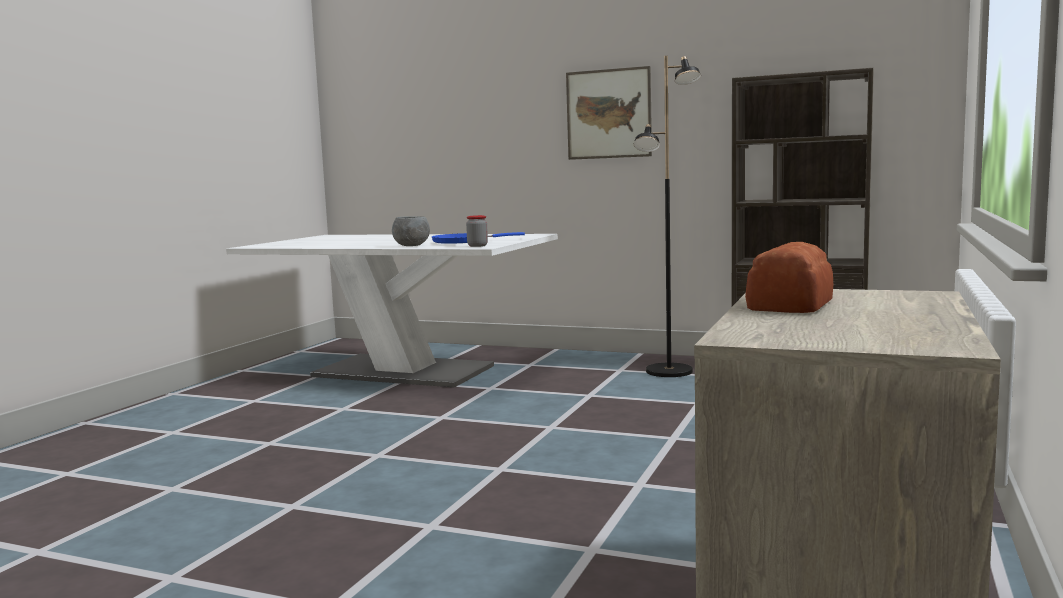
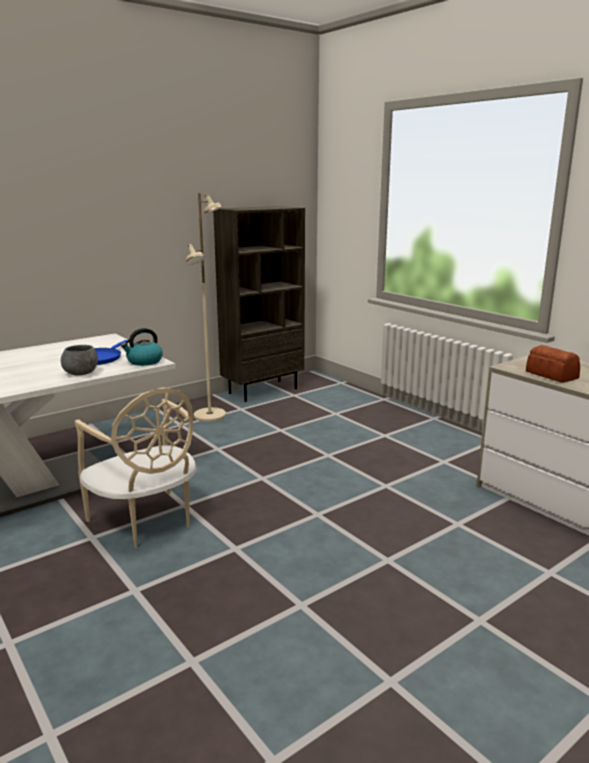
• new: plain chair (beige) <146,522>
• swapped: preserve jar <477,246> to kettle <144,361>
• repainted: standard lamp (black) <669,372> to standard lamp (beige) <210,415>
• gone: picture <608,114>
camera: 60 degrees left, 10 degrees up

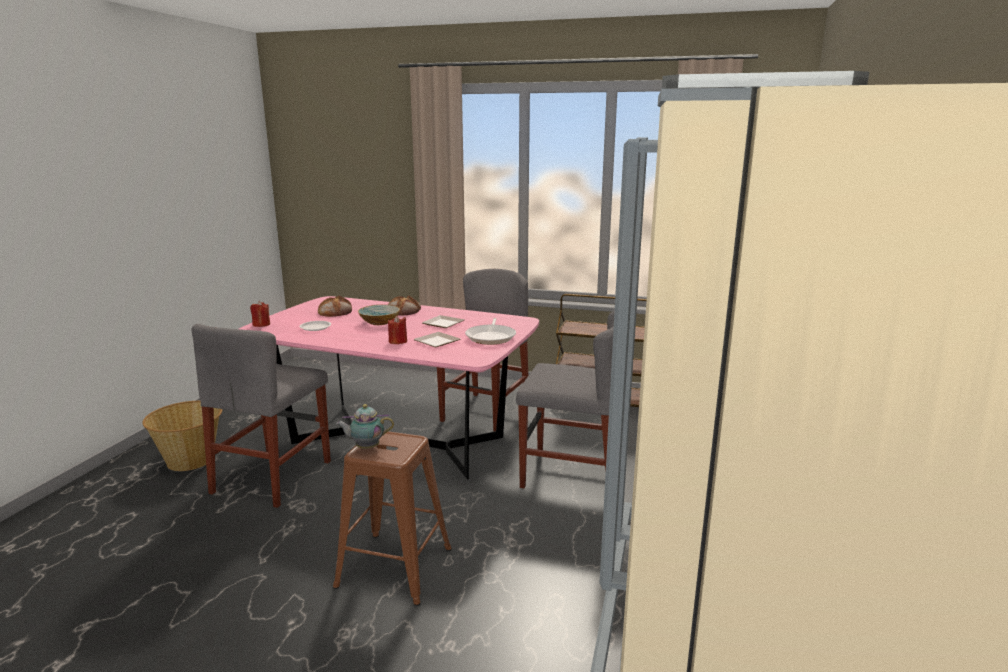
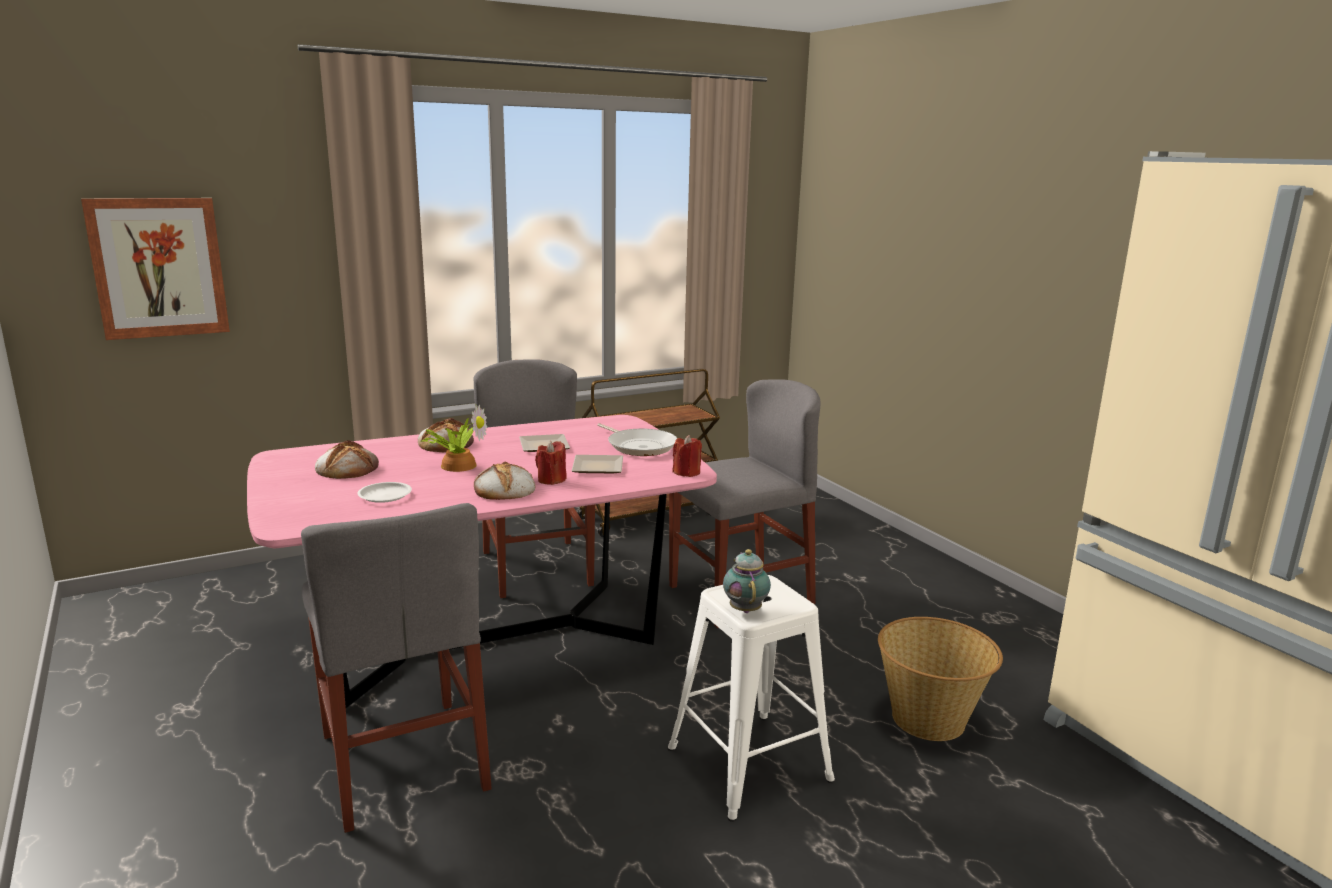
• new: picture <159,267>
• swapped: deep dish <380,322> to houseplant <457,465>
• new: baked bread <503,490>
• repainted: sitting stool (brownish) <393,567> to sitting stool (white) <748,765>
• shifted: wax light (reddish) <261,324> to <687,472>
• rotated: pot for tea <366,447> = <745,609> 135 degrees clockwise
• shifted: household basket <190,460> to <929,719>
camera: 45 degrees left, 0 degrees up

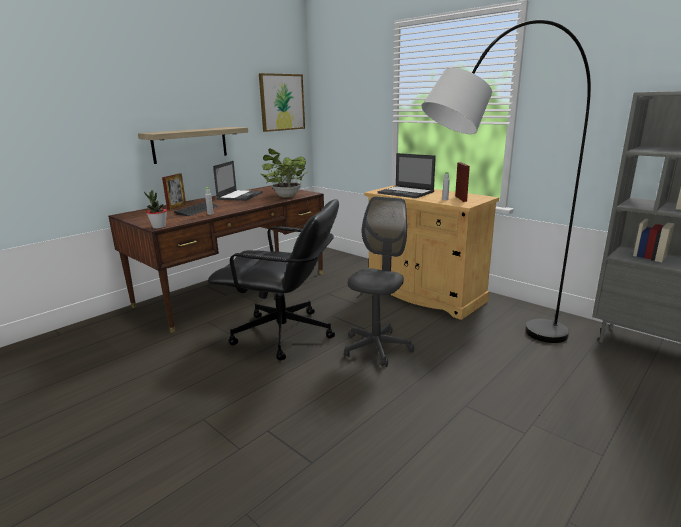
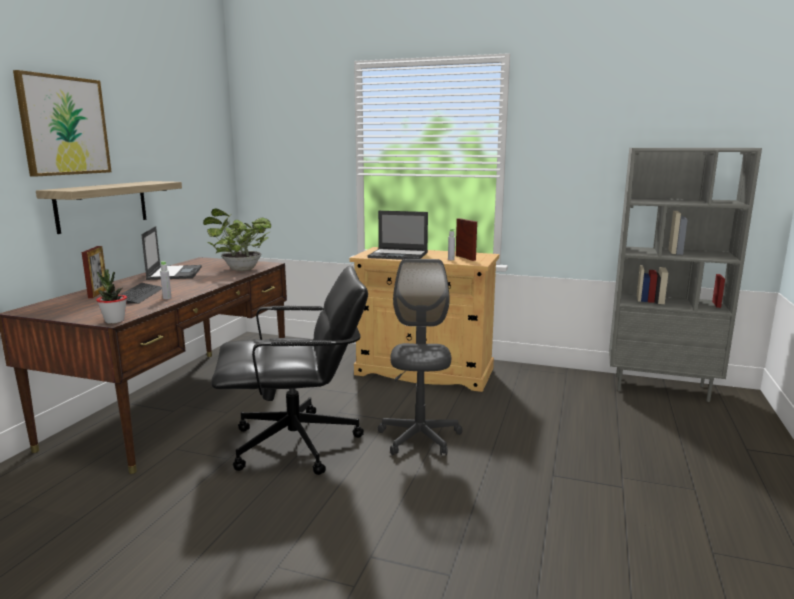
• shifted: picture <282,102> to <64,126>
• gone: standard lamp (greyish) <491,352>
camera: 25 degrees left, 5 degrees down

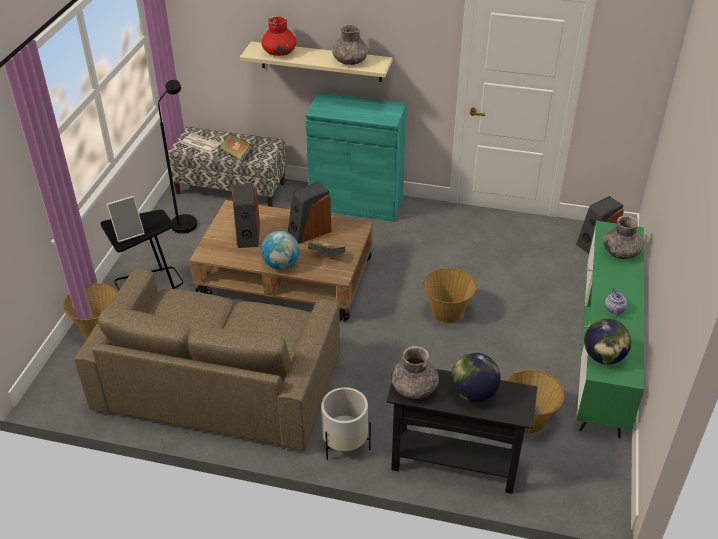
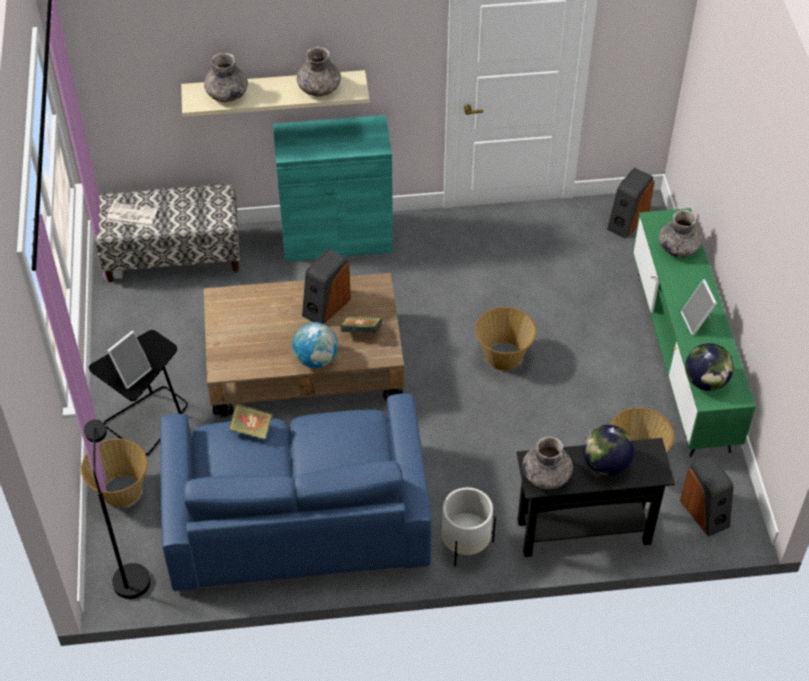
• shifted: standard lamp (black) <186,220> to <130,573>
• repainted: settee (brownish) <219,381> to settee (bluish) <297,514>
• repainted: decorative vase (reddish) <279,52> to decorative vase (greyish) <226,94>
• shifted: volume <236,155> to <251,429>
• shifted: audio speaker <247,235> to <705,512>
• swapped: pot for tea <614,310> to picture frame <697,322>
camera: 20 degrees left, 10 degrees up

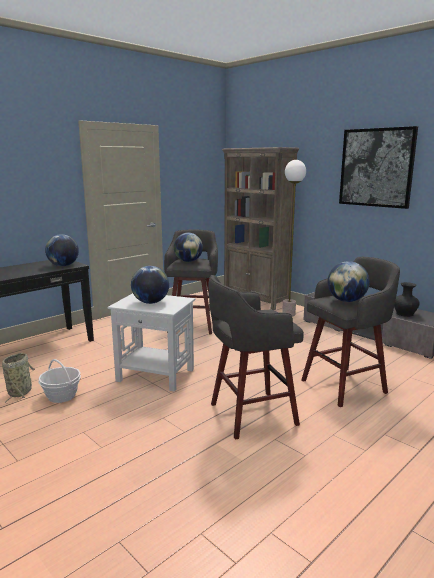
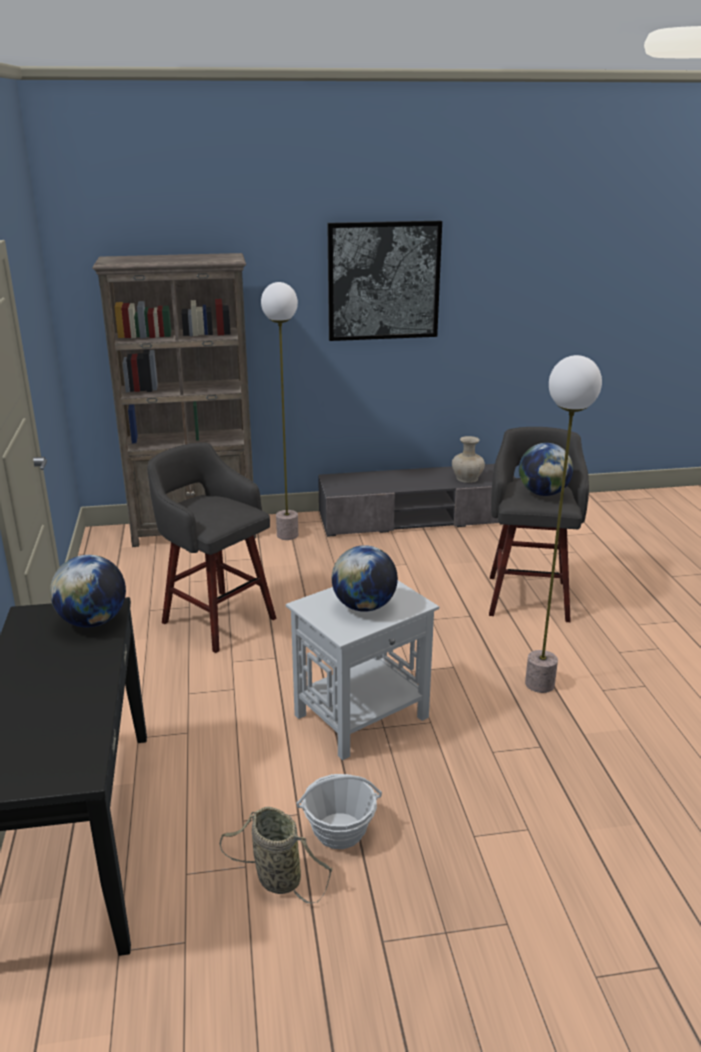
• repainted: decorative vase (black) <404,314> to decorative vase (beige) <467,478>
• swapped: sitting stool (greyish) <250,414> to standard lamp <539,684>
• gone: desk globe <188,261>
camera: 55 degrees left, 10 degrees up

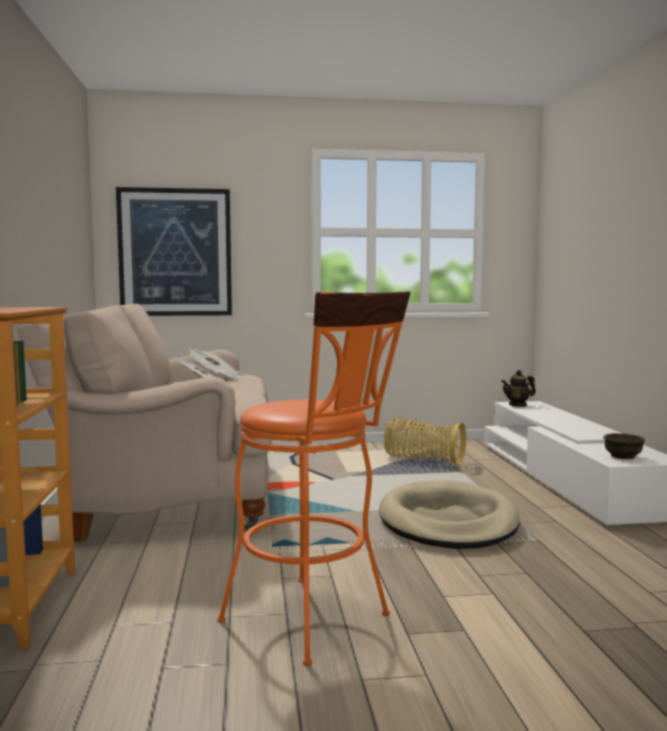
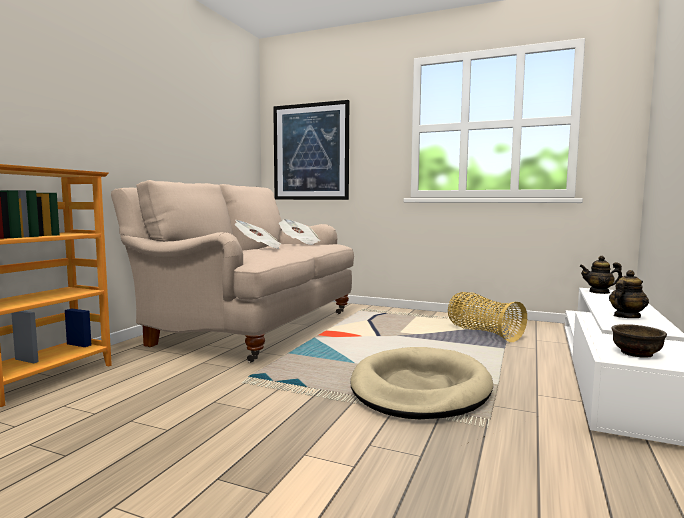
• new: pot for tea <626,316>
• gone: sitting stool (orange) <315,622>
camera: 30 degrees right, 0 degrees up

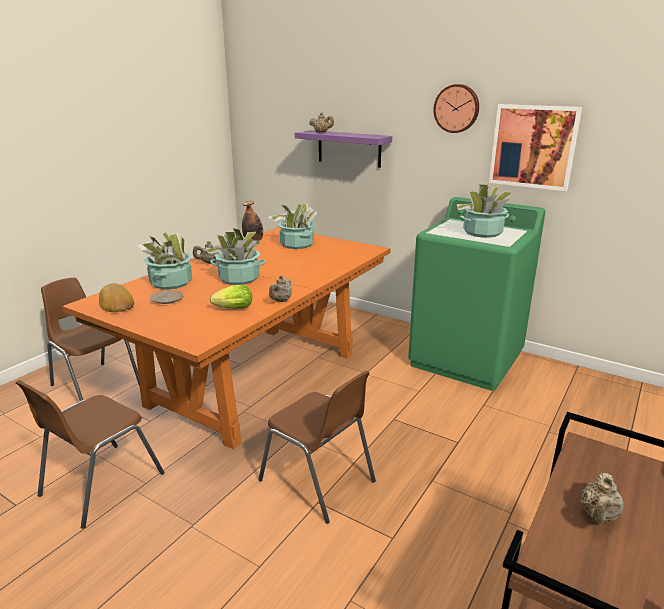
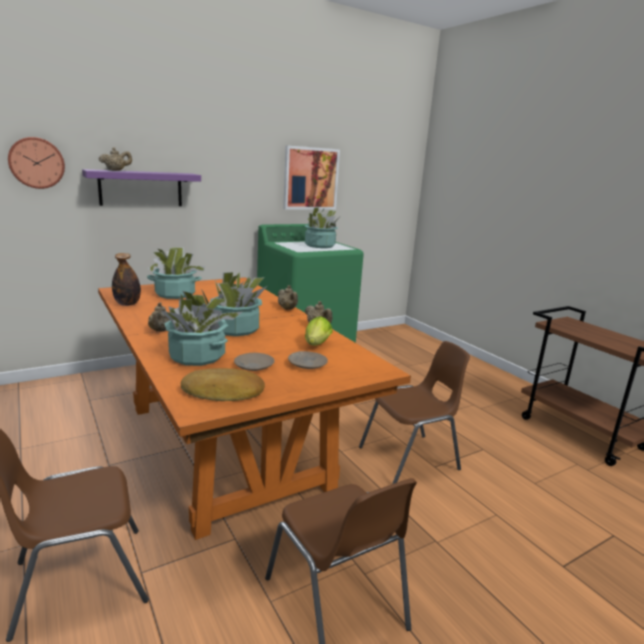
• shifted: clock on the wall <457,108> to <36,163>
• shifted: pot for tea (beige) <598,516> to <287,309>
• new: dinner plate (beige) <307,364>
camera: 65 degrees left, 5 degrees down

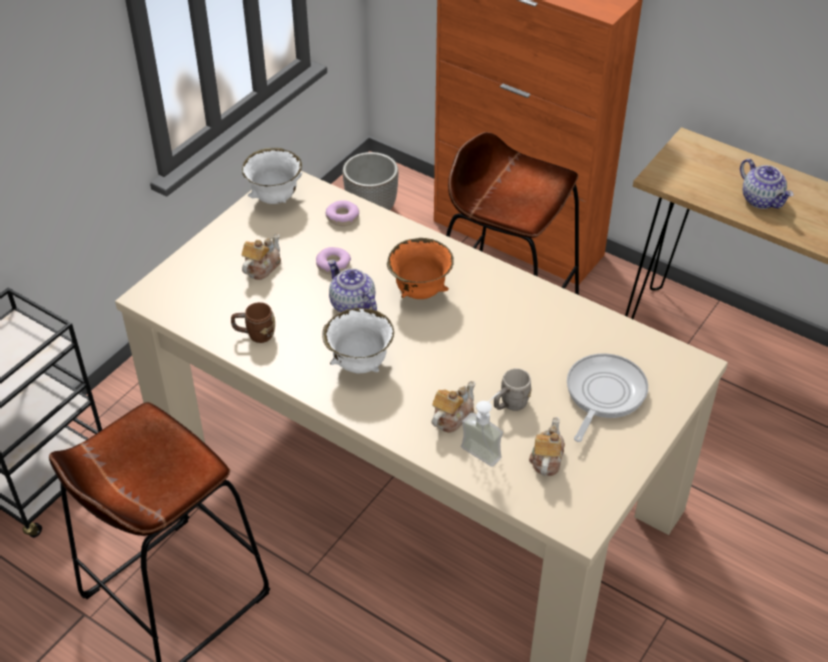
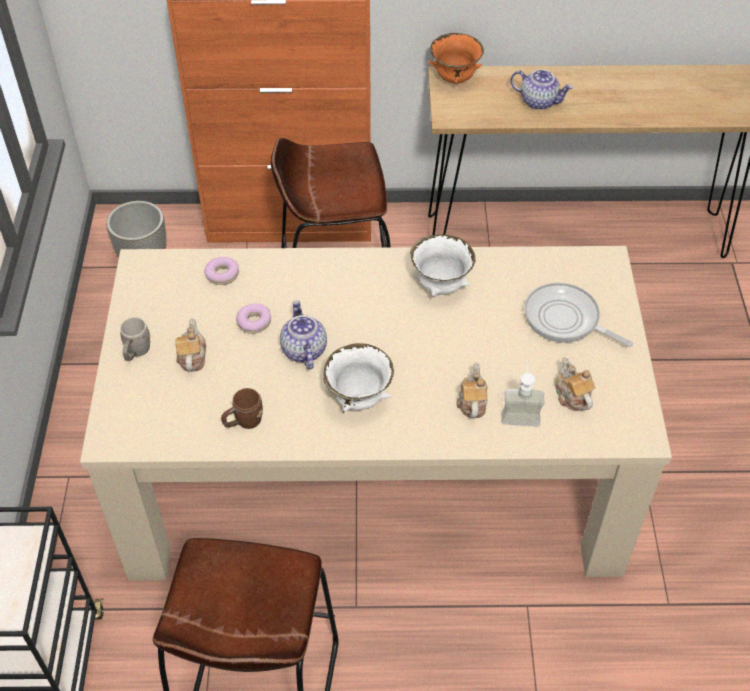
• shifted: mug (greyish) <510,405> to <136,352>
• rotated: pot for tea <351,305> = <303,350> 60 degrees clockwise
• shifted: deep dish (white) <275,198> to <441,286>
• shifted: deep dish (orange) <419,292> to <454,79>
• rotated: skillet <603,394> = <565,320> 45 degrees counterclockwise
camera: 35 degrees left, 5 degrees up

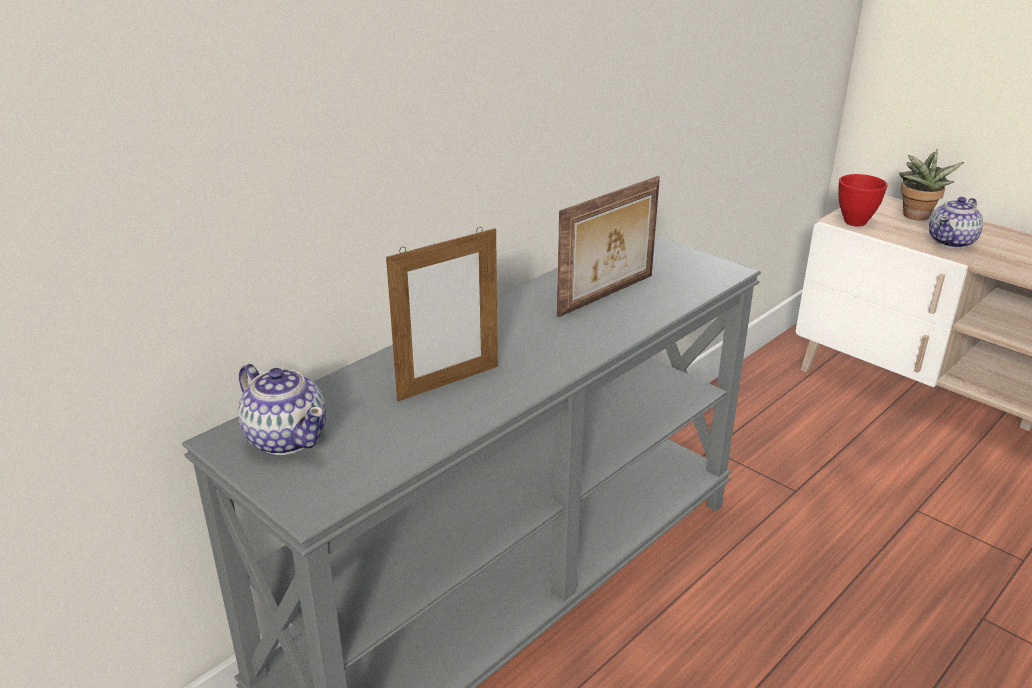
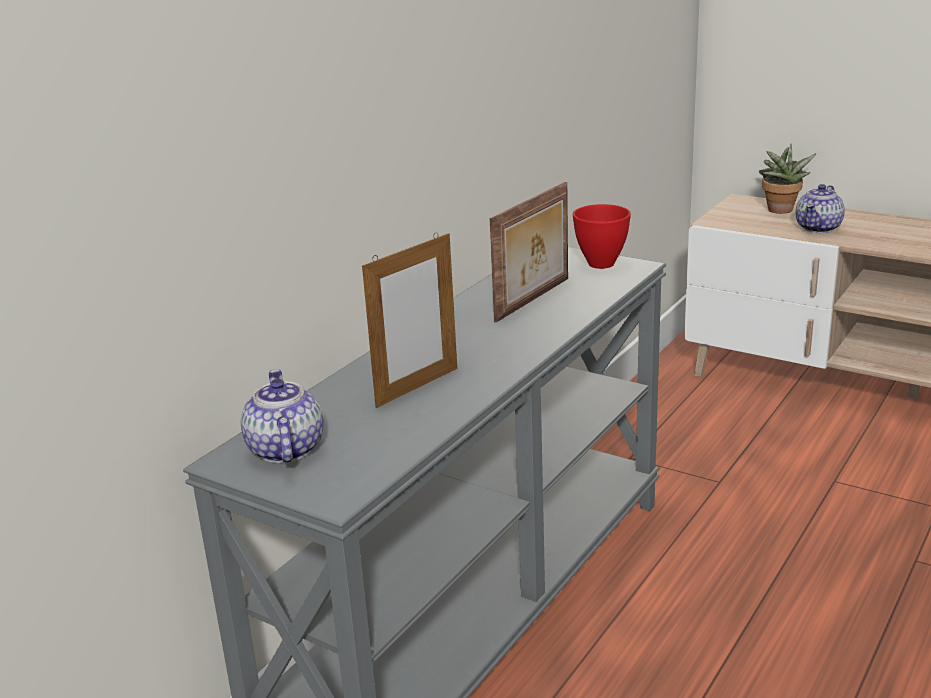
• rotated: pot for tea <286,437> = <284,450> 135 degrees counterclockwise
• shifted: deep dish (reddish) <854,222> to <600,263>
camera: 10 degrees left, 5 degrees down

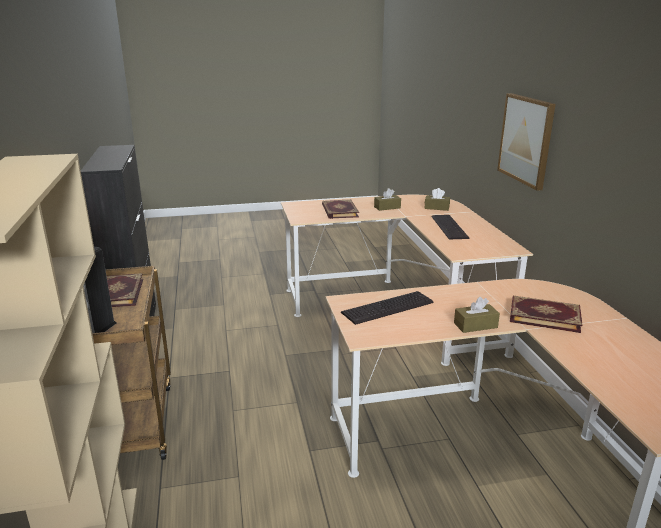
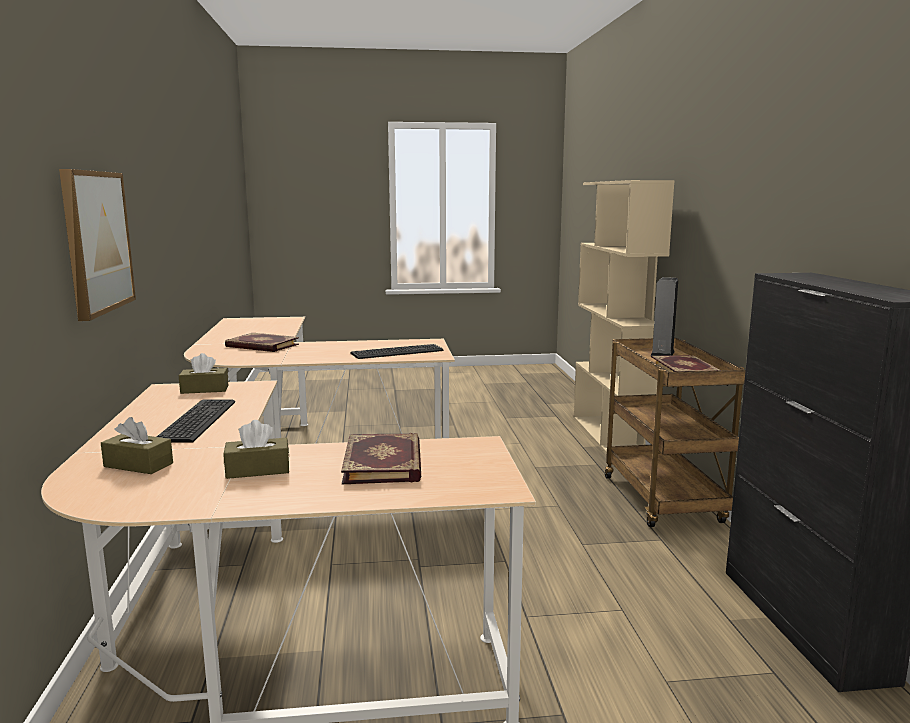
• shifted: tissue box (brownish) <475,325> to <204,389>
camera: 175 degrees left, 10 degrees down

